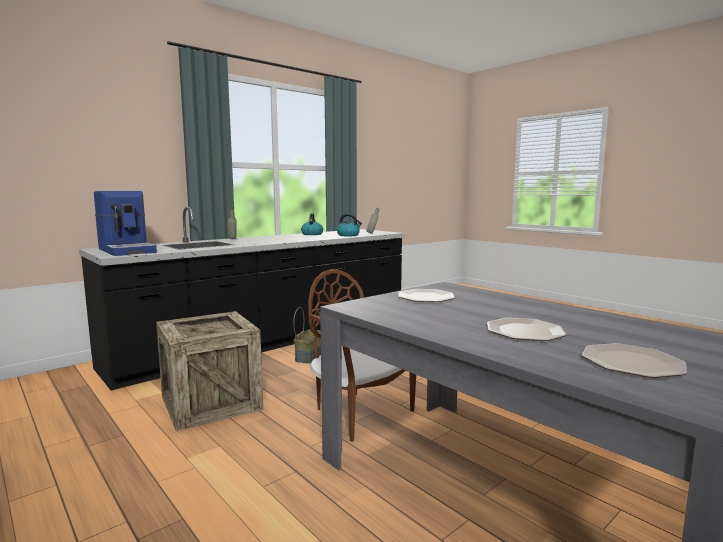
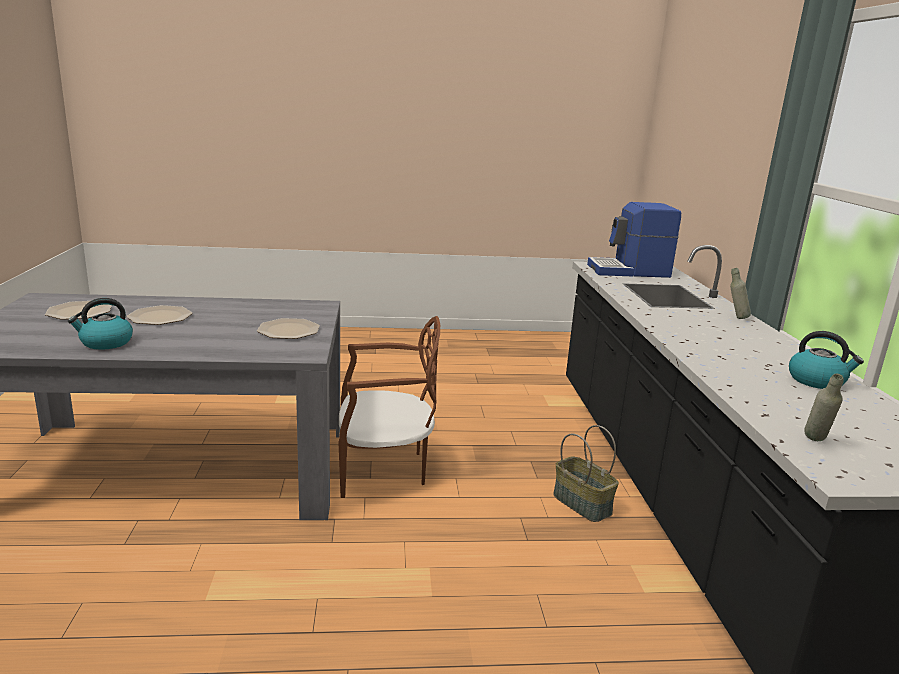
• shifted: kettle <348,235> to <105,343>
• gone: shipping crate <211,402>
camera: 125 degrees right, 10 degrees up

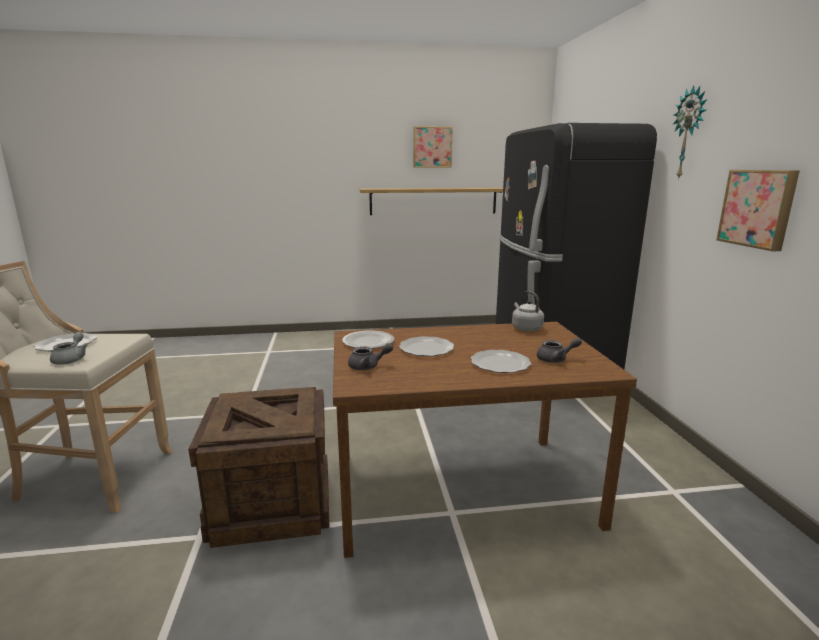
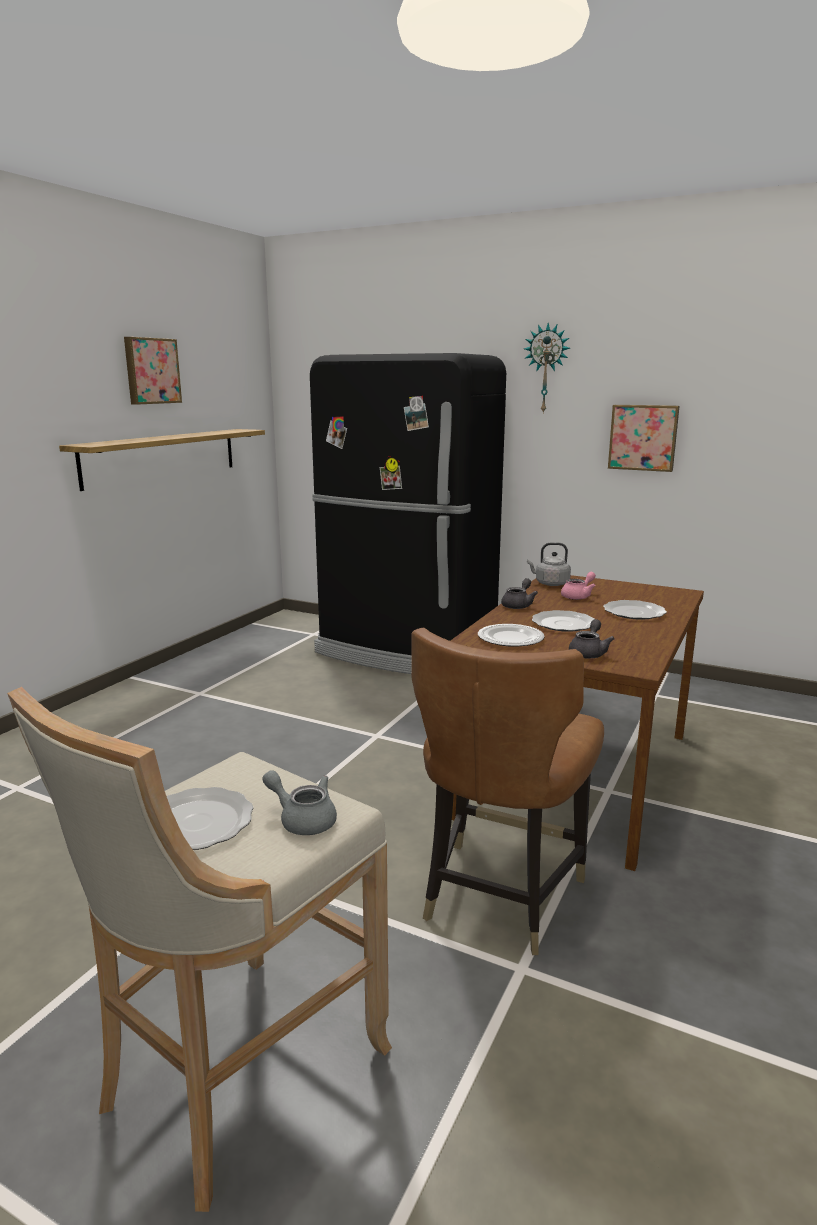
• swapped: shipping crate <270,504> to plain chair (brownish) <499,895>
• shifted: pot for tea (greyish) <556,359> to <518,605>
• new: pot for tea (pink-coloured) <578,596>
camera: 55 degrees left, 0 degrees up

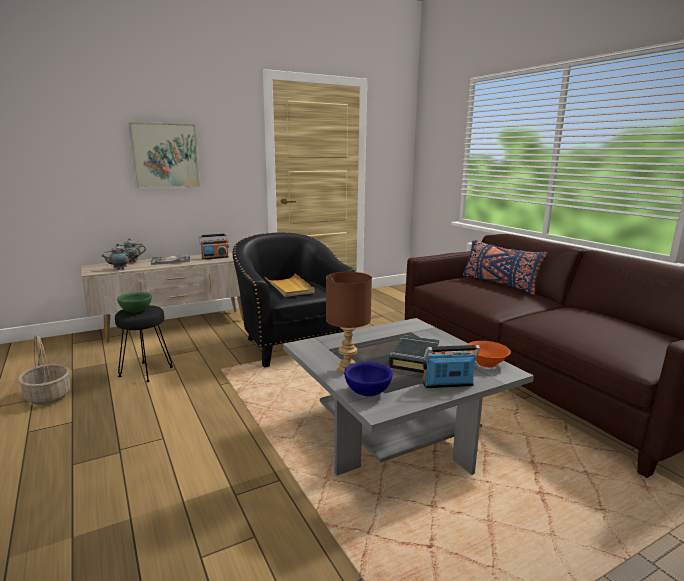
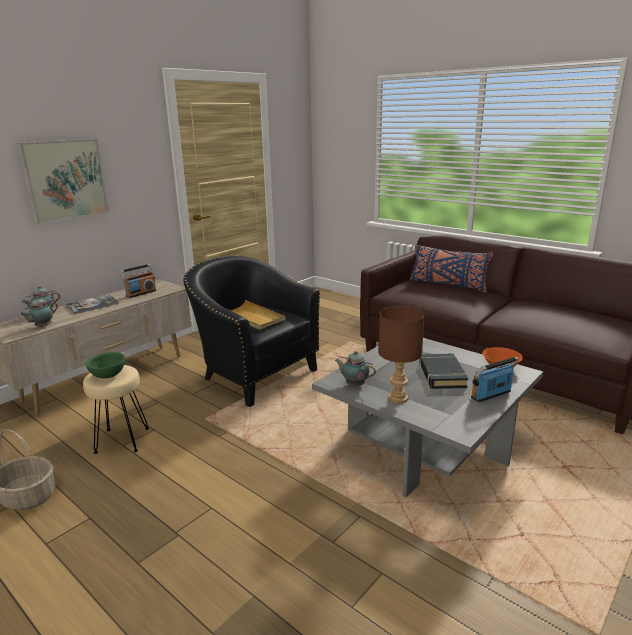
• repainted: sitting stool (black) <146,371> to sitting stool (beige) <122,440>
• new: pot for tea <354,384>
• gone: deep dish (bluish) <367,392>
camera: 20 degrees left, 5 degrees up

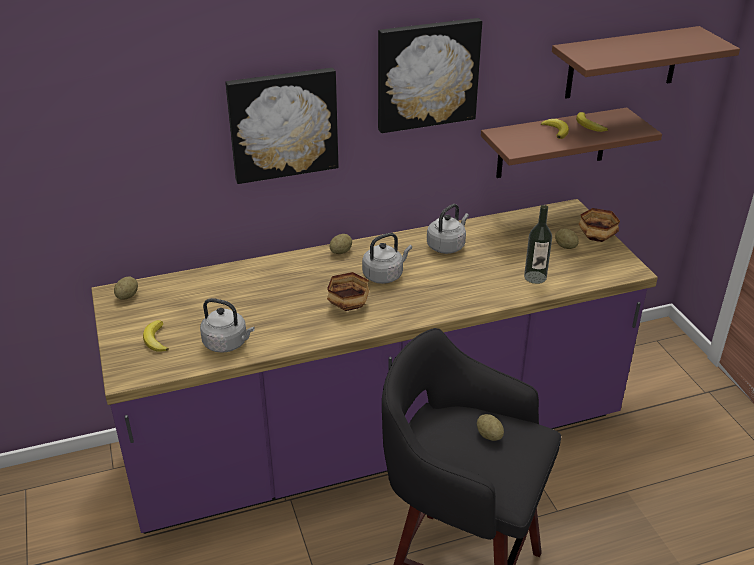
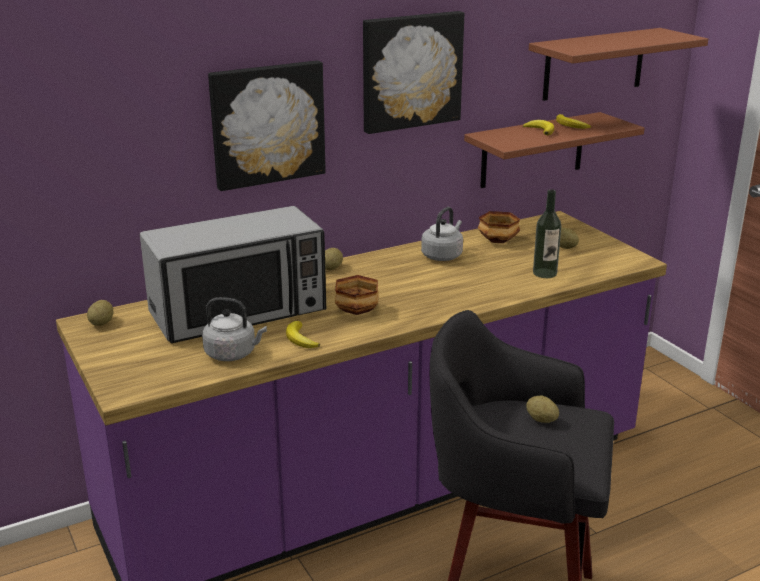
• new: microwave <239,312>
• shifted: banana fruit <155,339> to <300,339>
• shifted: deep dish <596,238> to <498,241>
• gone: kettle (greyish) <384,275>
camera: 10 degrees left, 10 degrees down

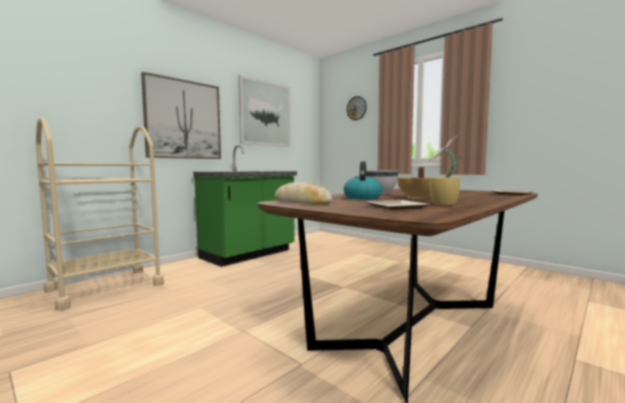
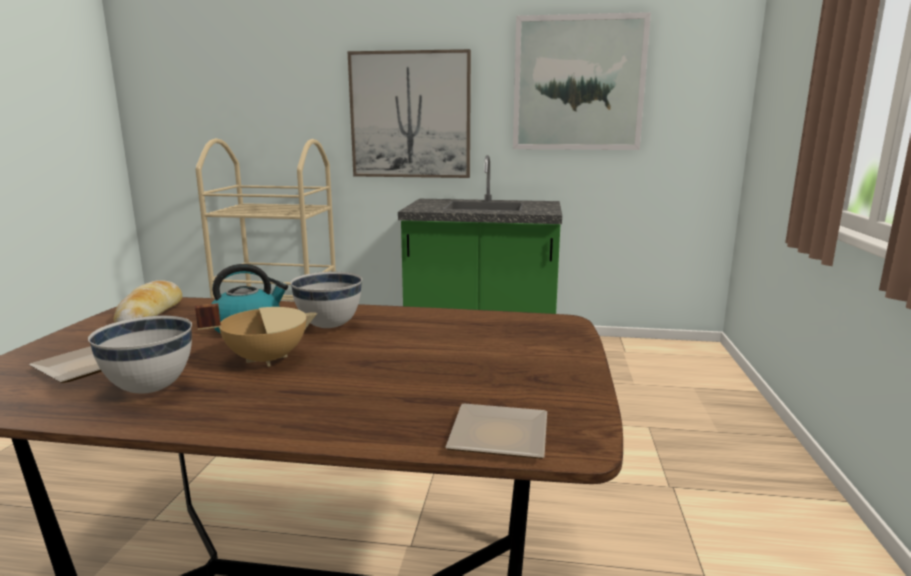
• swapped: houseplant <443,204> to deep dish (white) <150,389>
• gone: clock on the wall <356,108>
camera: 55 degrees right, 10 degrees up

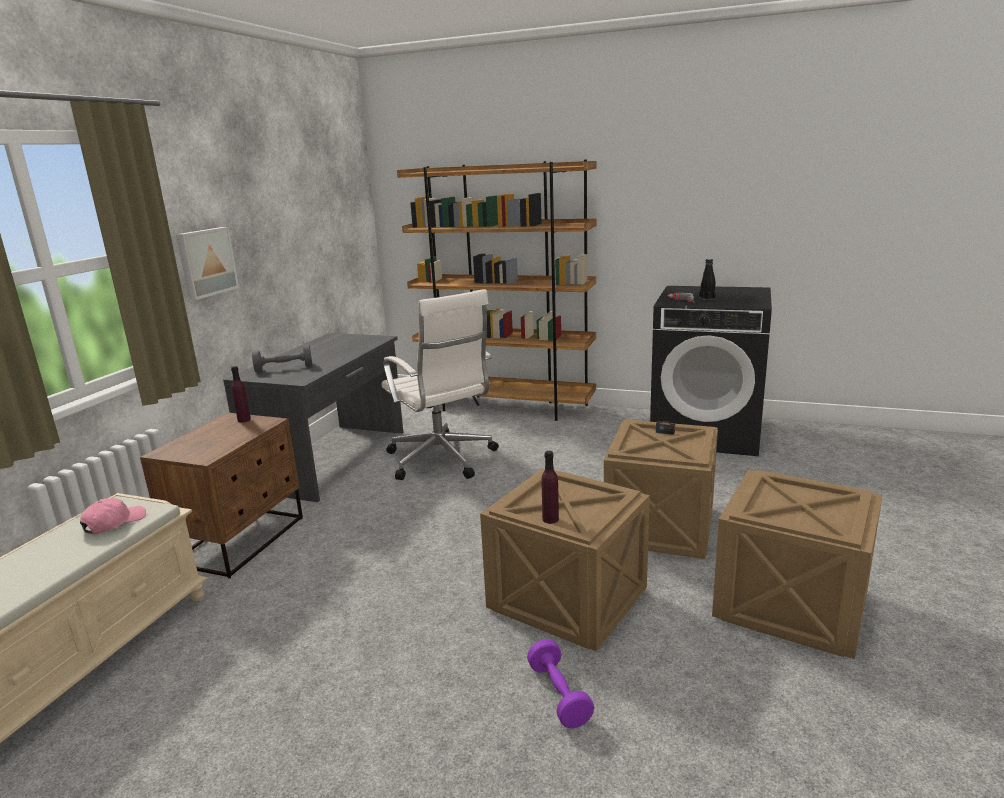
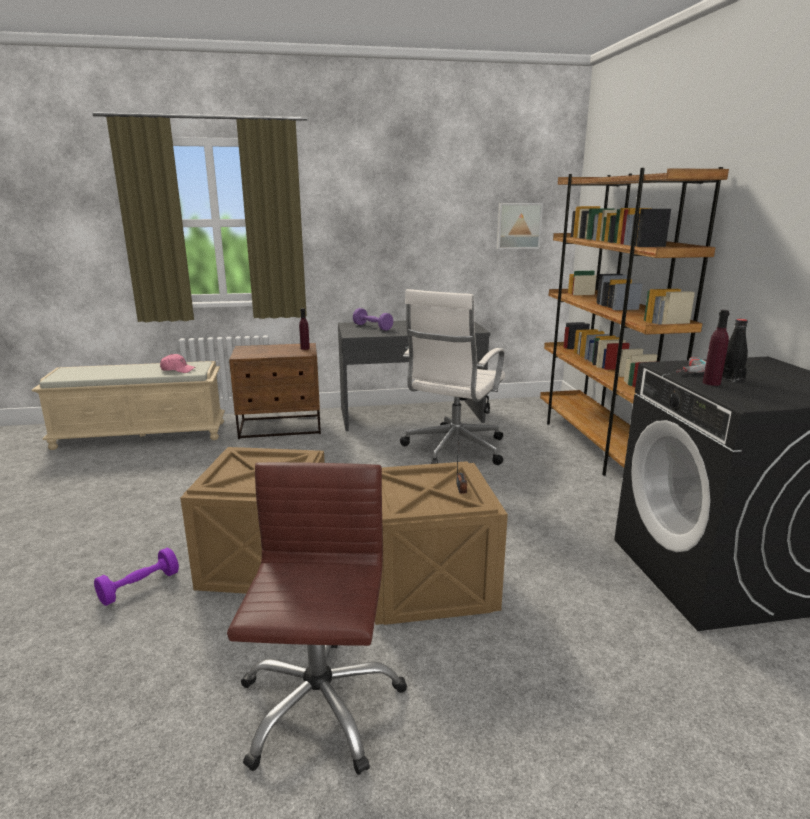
• swapped: shipping crate <788,605> to desk chair (brownish) <319,706>
• repainted: free weight (greyish) <284,368> to free weight (purple-coloured) <372,327>
• shifted: picture <206,262> to <518,226>
• shifted: beverage bottle (purple-coloured) <550,519> to <711,383>
camera: 60 degrees right, 0 degrees up

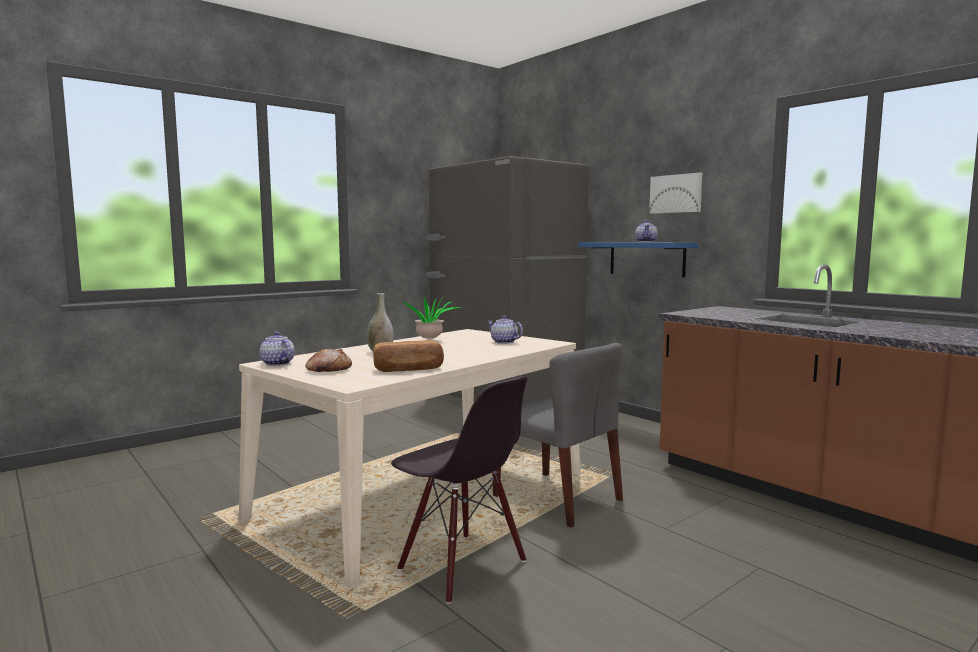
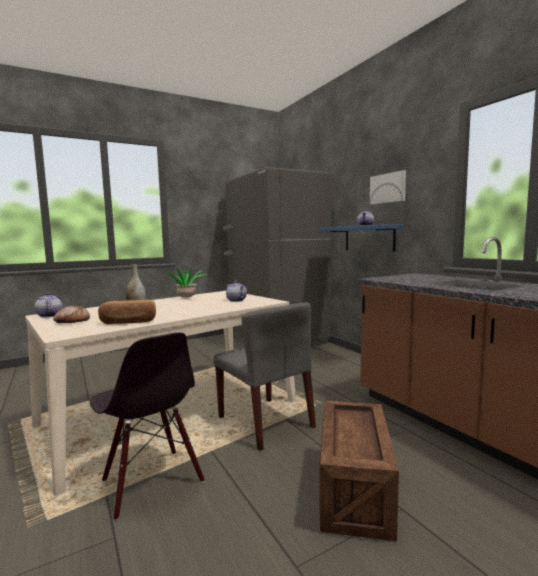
• new: shipping crate <354,489>
camera: 10 degrees right, 0 degrees up

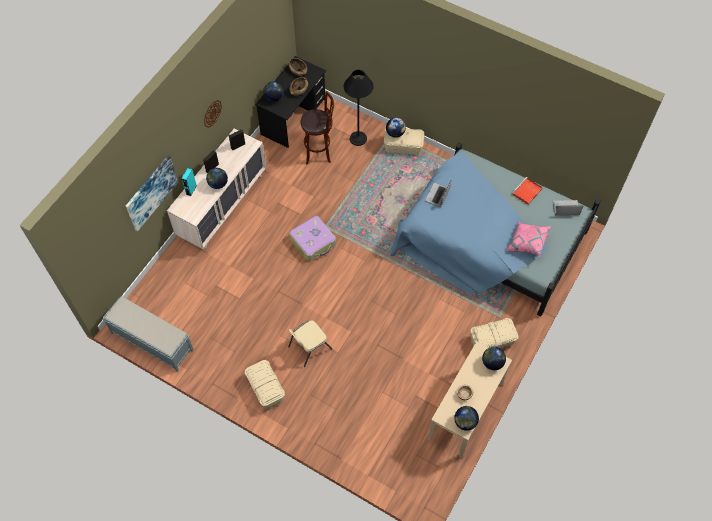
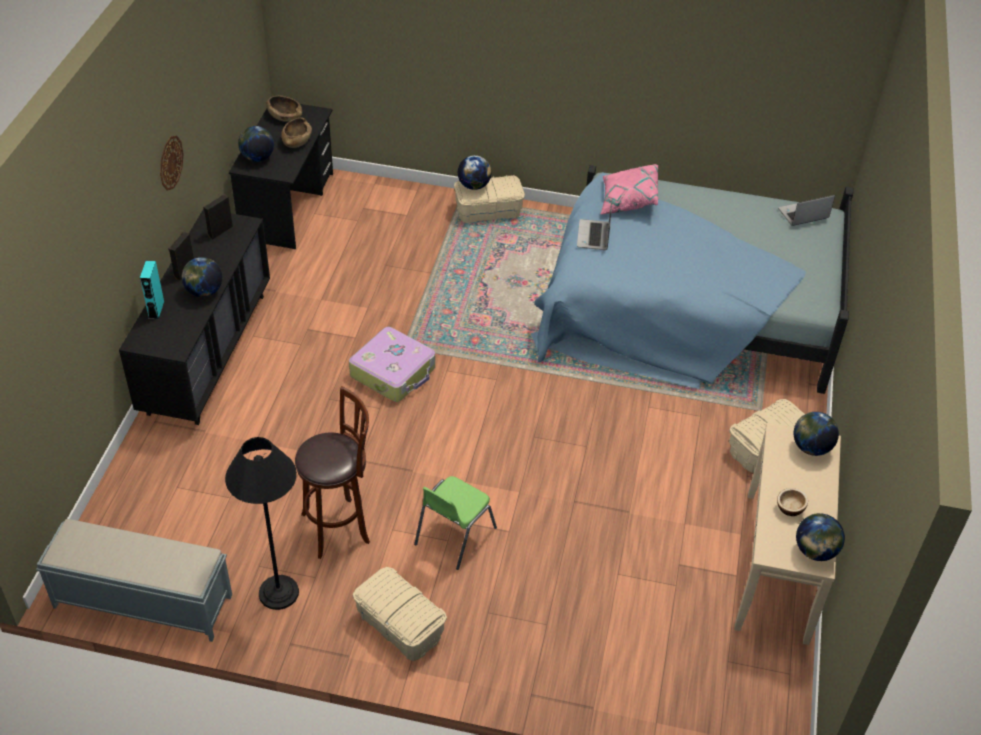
• repainted: dresser (beige) <222,205> to dresser (black) <208,352>
• shifted: standard lamp (black) <358,138> to <279,592>
• shifted: sitting stool (brownish) <319,152> to <339,527>
• repainted: plain chair (beige) <309,347> to plain chair (greenish) <453,536>
• shifted: throw pillow (pink-coloured) <526,243> to <628,201>
• gone: picture <151,192>
• gone: tray (reddish) <526,192>
camera: 20 degrees left, 15 degrees down

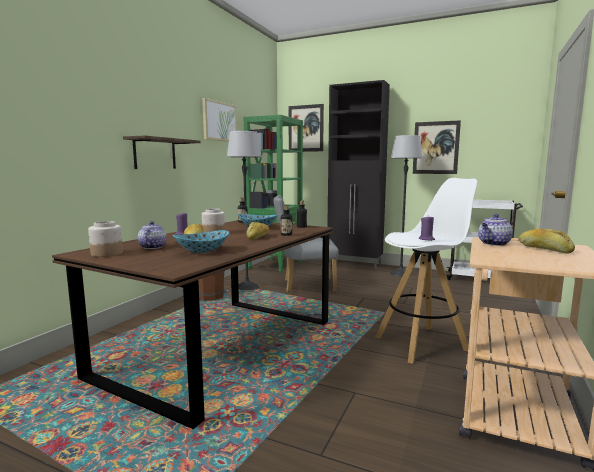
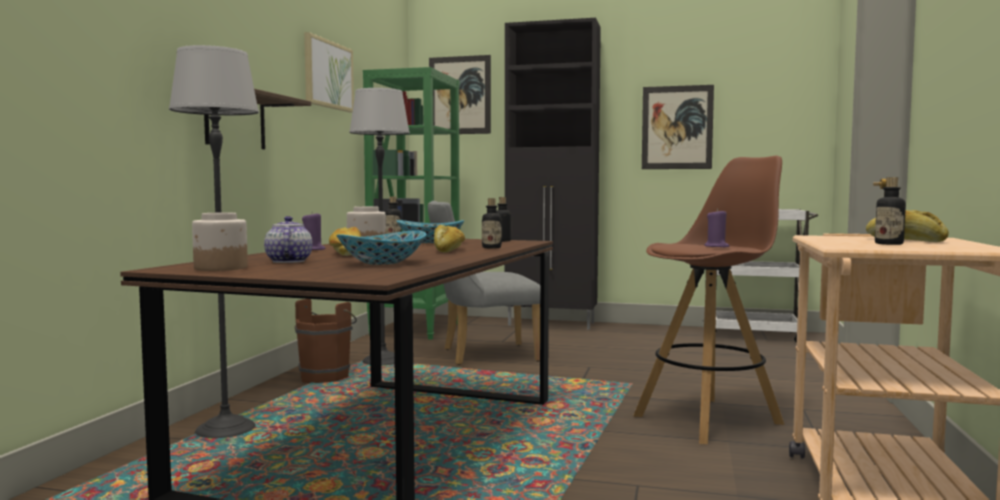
• shifted: standard lamp <400,273> to <225,430>
• repainted: sitting stool (white) <422,343> to sitting stool (brownish) <709,419>
• new: beverage bottle <889,244>
• gone: pot for tea <494,244>
camera: 10 degrees left, 5 degrees down

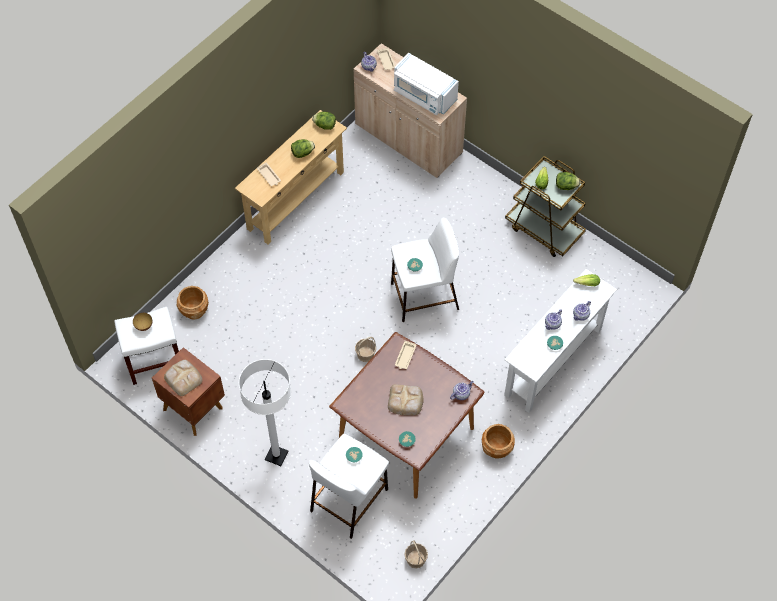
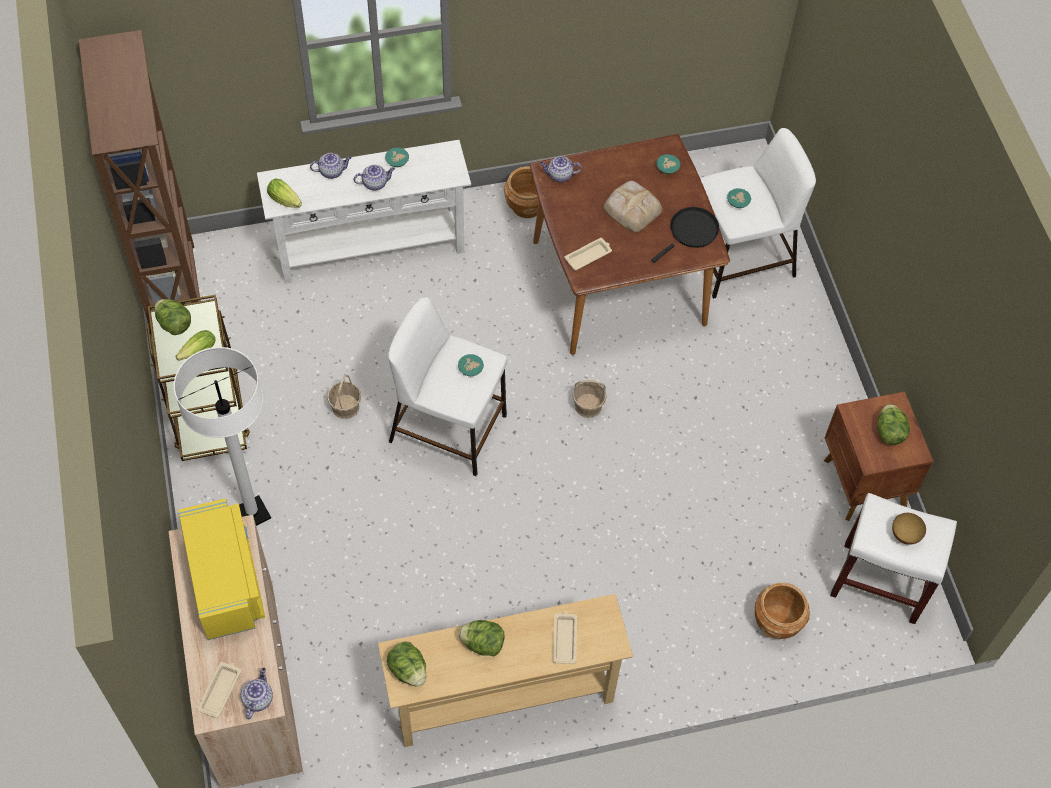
• new: bookcase (brownish) <177,295>
• shifted: standard lamp (white) <276,455> to <252,514>
• repainted: microwave (white) <424,95> to microwave (yellowish) <225,581>
• shifted: household basket <415,559> to <346,407>
• new: skillet (black) <691,232>
• swapped: baked bread <183,378> to head of lettuce <889,432>
camera: 145 degrees left, 0 degrees up

